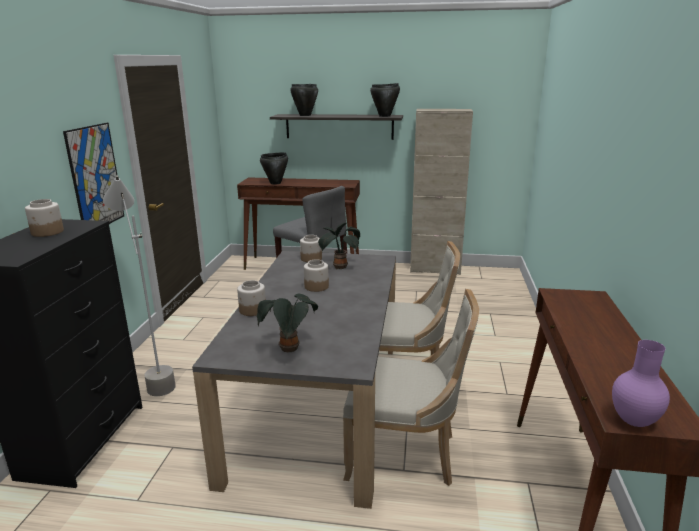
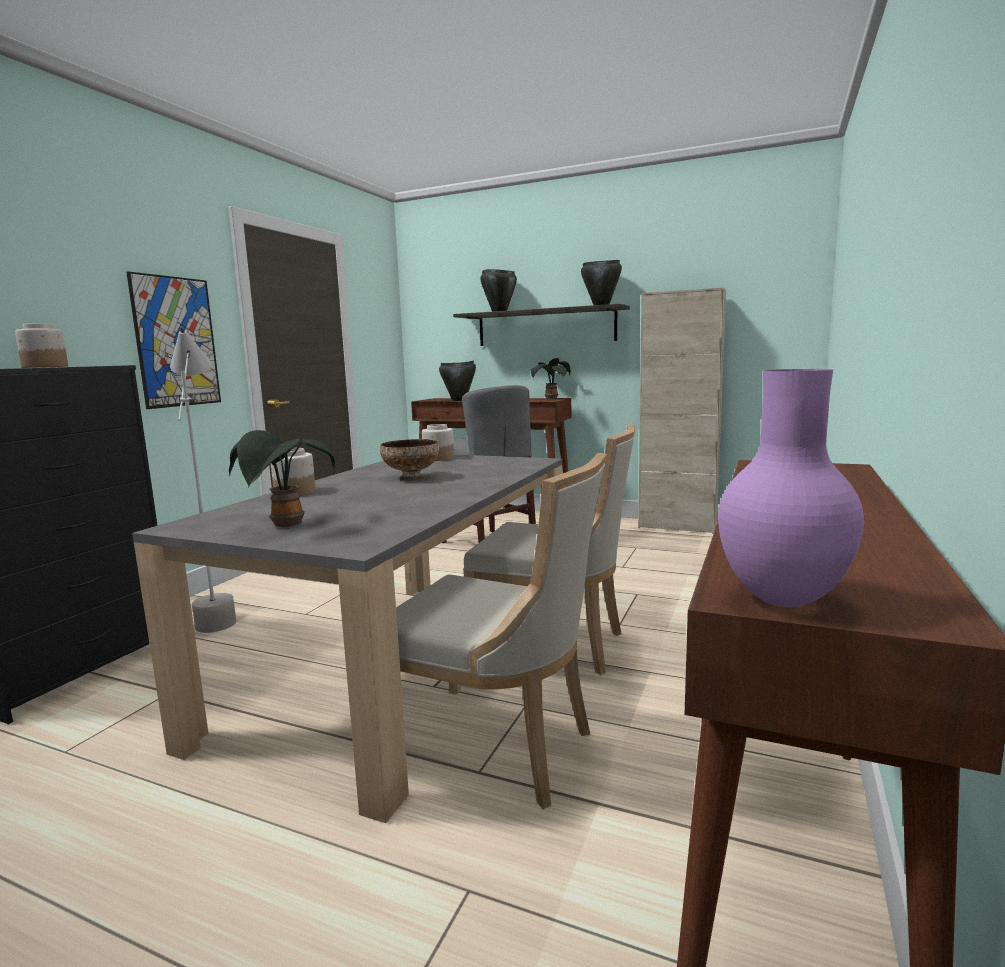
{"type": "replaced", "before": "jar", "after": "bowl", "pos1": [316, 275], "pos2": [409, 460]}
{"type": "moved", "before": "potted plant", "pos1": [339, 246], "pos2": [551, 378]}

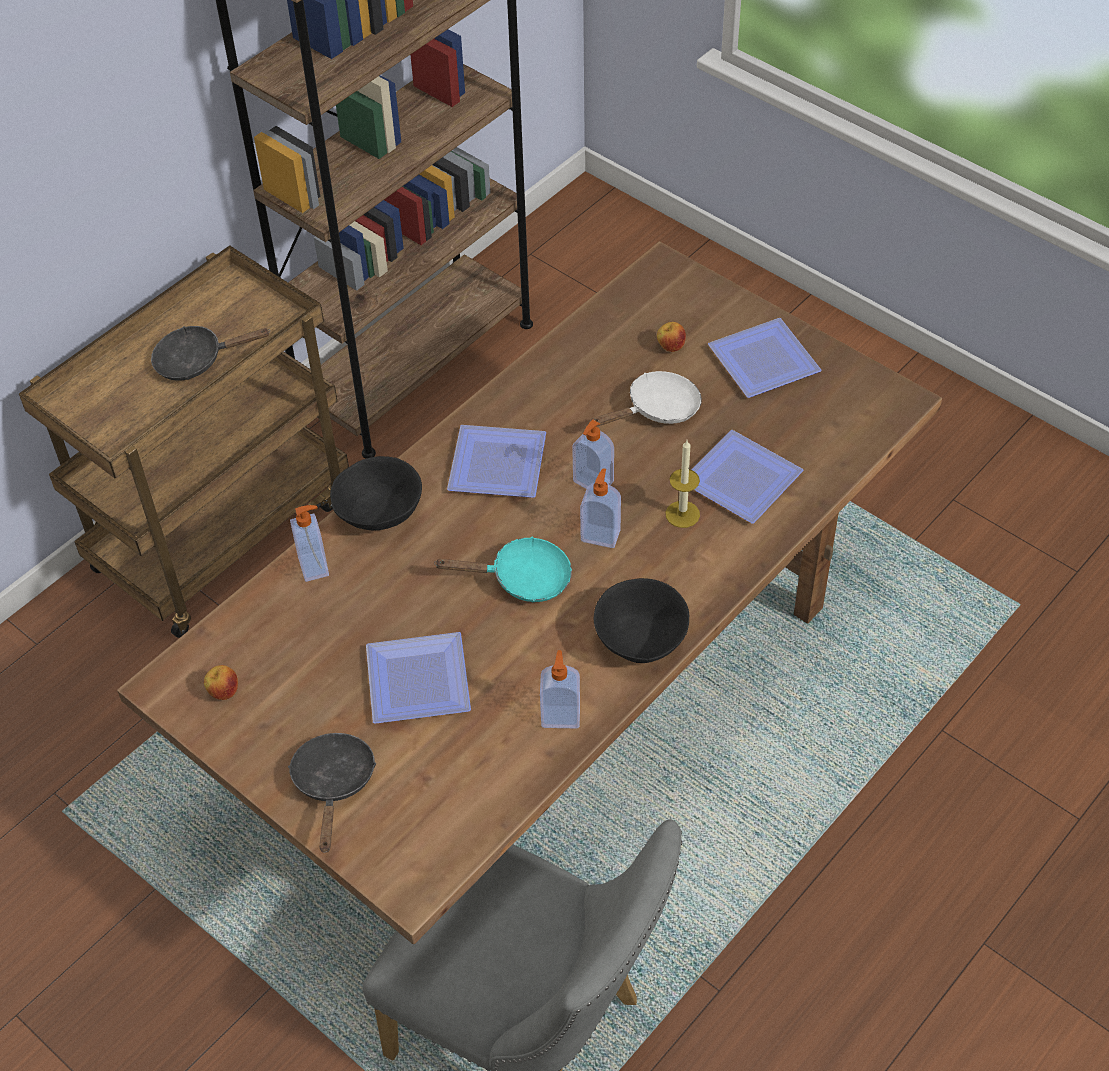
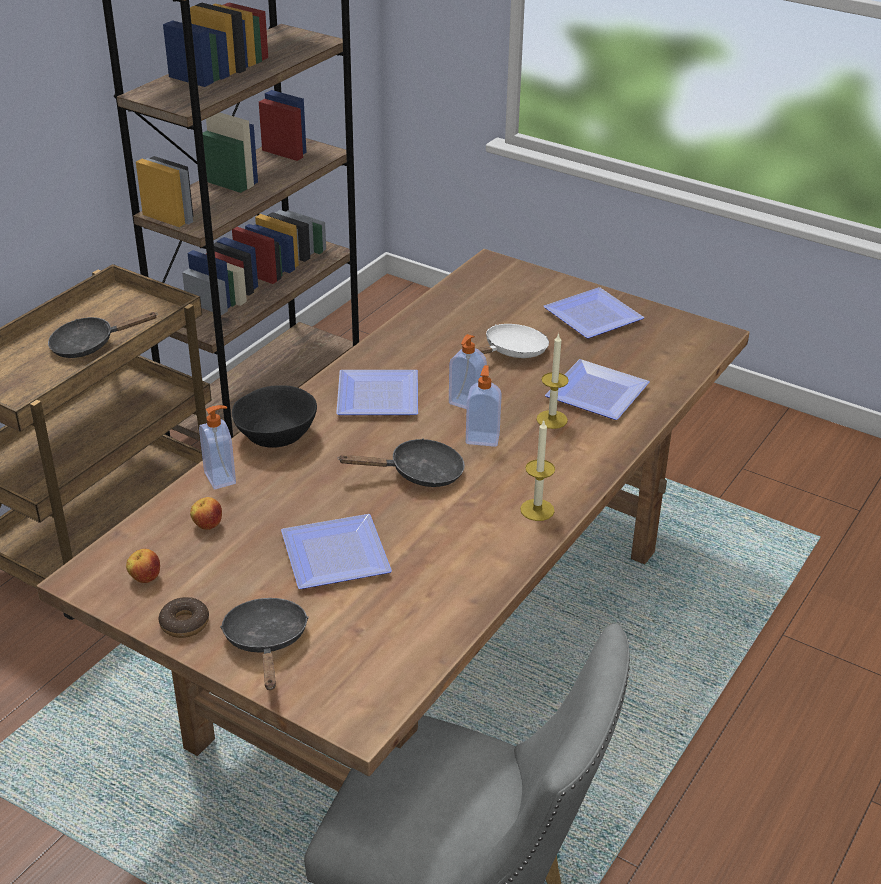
{"type": "added", "after": "donut", "pos2": [184, 617]}
{"type": "moved", "before": "apple", "pos1": [671, 337], "pos2": [206, 513]}
{"type": "recoloured", "before": "turquoise frying pan", "after": "black frying pan", "pos1": [503, 569], "pos2": [402, 462]}
{"type": "replaced", "before": "black bowl", "after": "candle", "pos1": [641, 620], "pos2": [537, 470]}
{"type": "removed", "before": "soap dispenser", "pos1": [560, 689]}

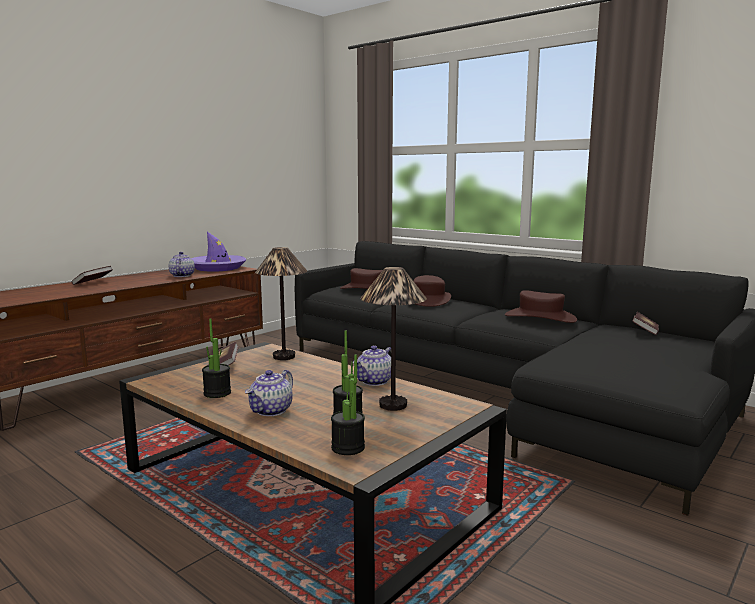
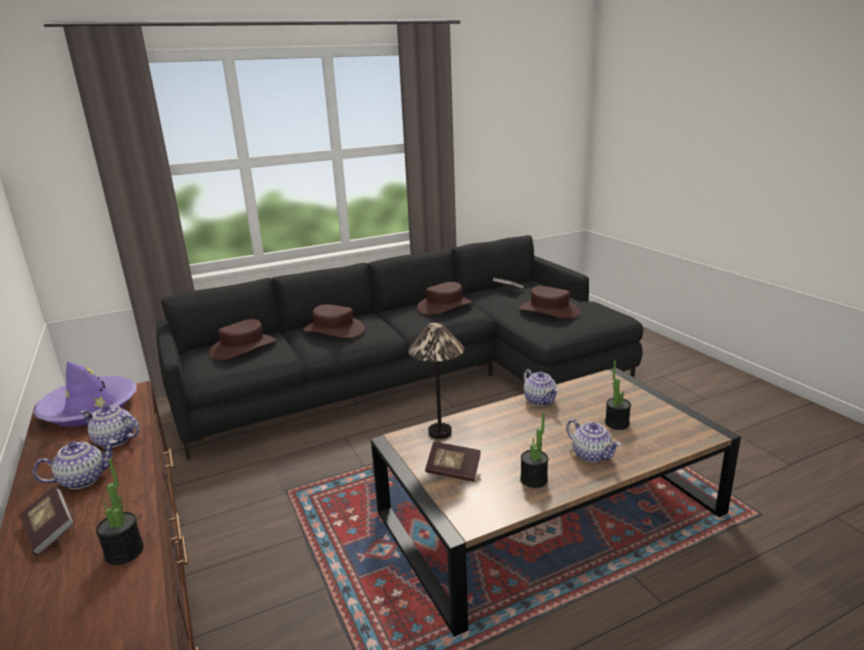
{"type": "added", "after": "teapot", "pos2": [75, 464]}
{"type": "moved", "before": "potted plant", "pos1": [348, 404], "pos2": [120, 512]}
{"type": "added", "after": "brown hat", "pos2": [549, 302]}
{"type": "removed", "before": "table lamp", "pos1": [394, 339]}

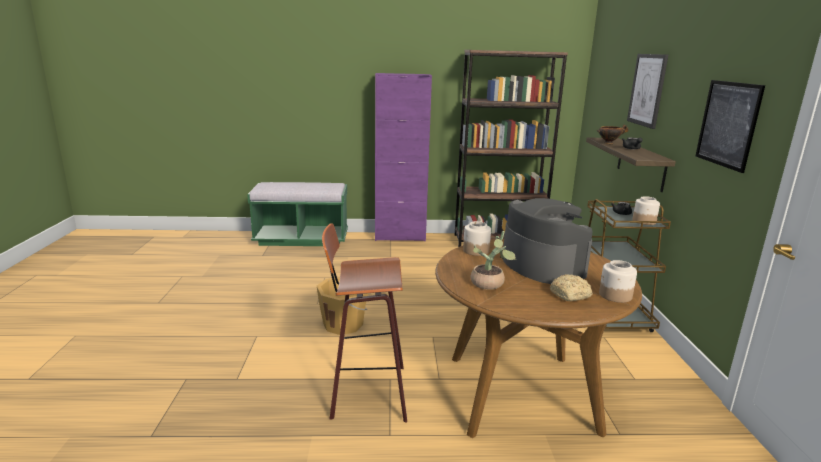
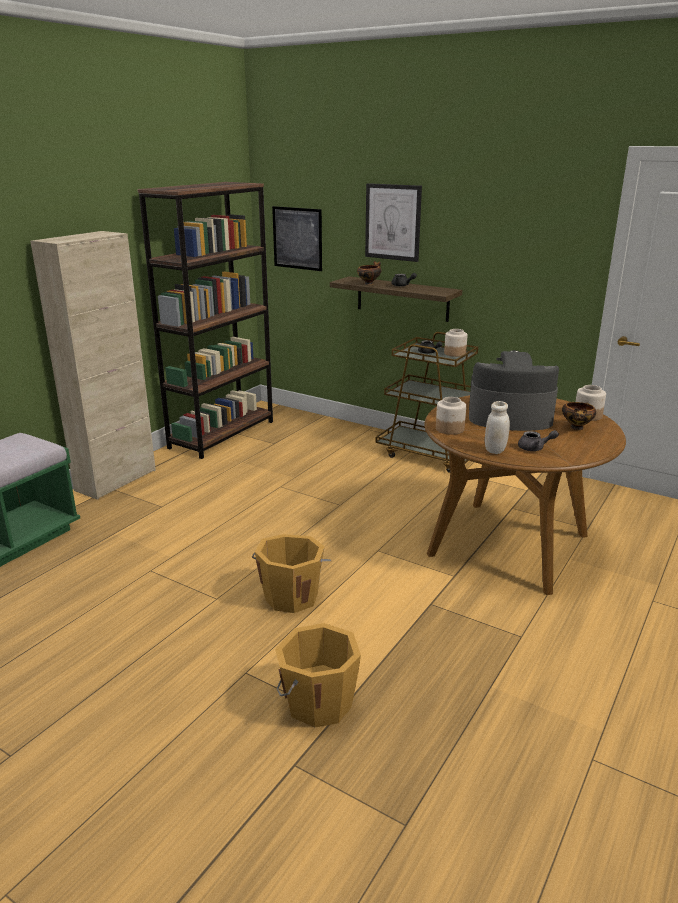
{"type": "recoloured", "before": "purple cabinet", "after": "beige cabinet", "pos1": [403, 157], "pos2": [93, 365]}
{"type": "moved", "before": "picture", "pos1": [730, 126], "pos2": [297, 238]}
{"type": "added", "after": "orange bucket", "pos2": [318, 675]}
{"type": "added", "after": "white jar", "pos2": [497, 427]}
{"type": "replaced", "before": "potted plant", "after": "grey teapot", "pos1": [493, 260], "pos2": [538, 440]}
{"type": "replaced", "before": "bread", "after": "bowl", "pos1": [571, 287], "pos2": [579, 416]}
{"type": "removed", "before": "stool", "pos1": [364, 322]}

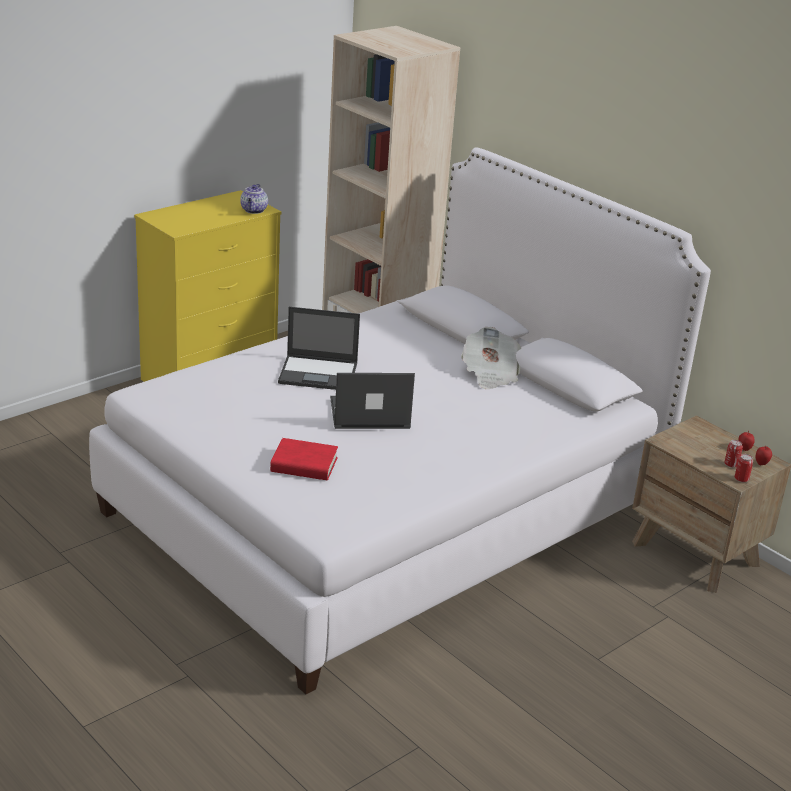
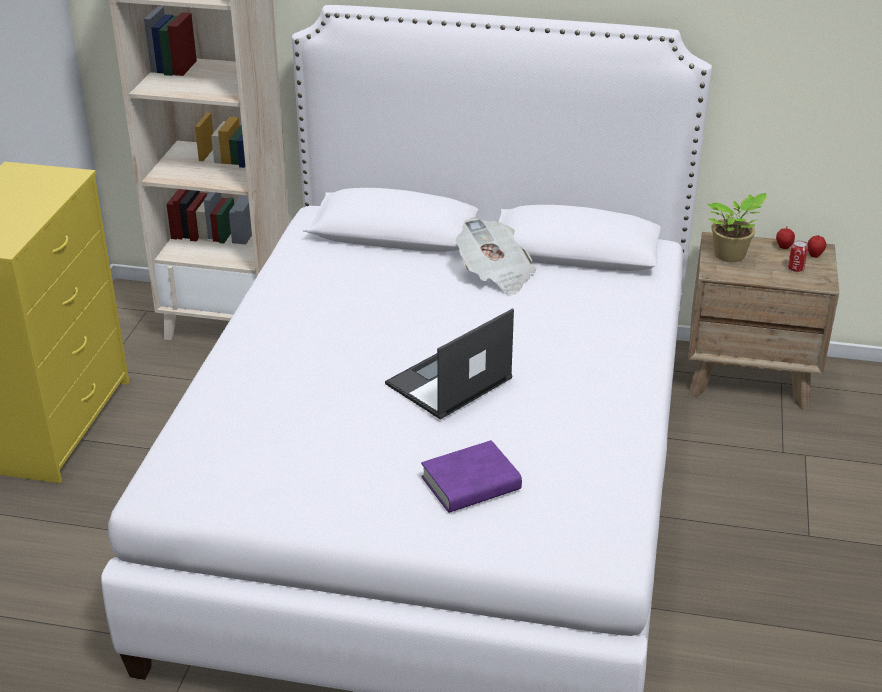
{"type": "recoloured", "before": "red book", "after": "purple book", "pos1": [304, 459], "pos2": [471, 476]}
{"type": "added", "after": "potted plant", "pos2": [737, 227]}
{"type": "removed", "before": "teapot", "pos1": [254, 199]}
{"type": "removed", "before": "laptop", "pos1": [319, 348]}
{"type": "removed", "before": "can", "pos1": [744, 468]}

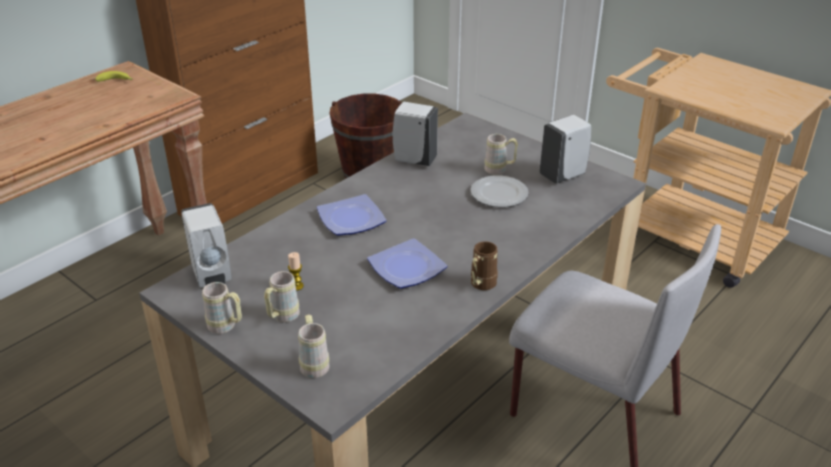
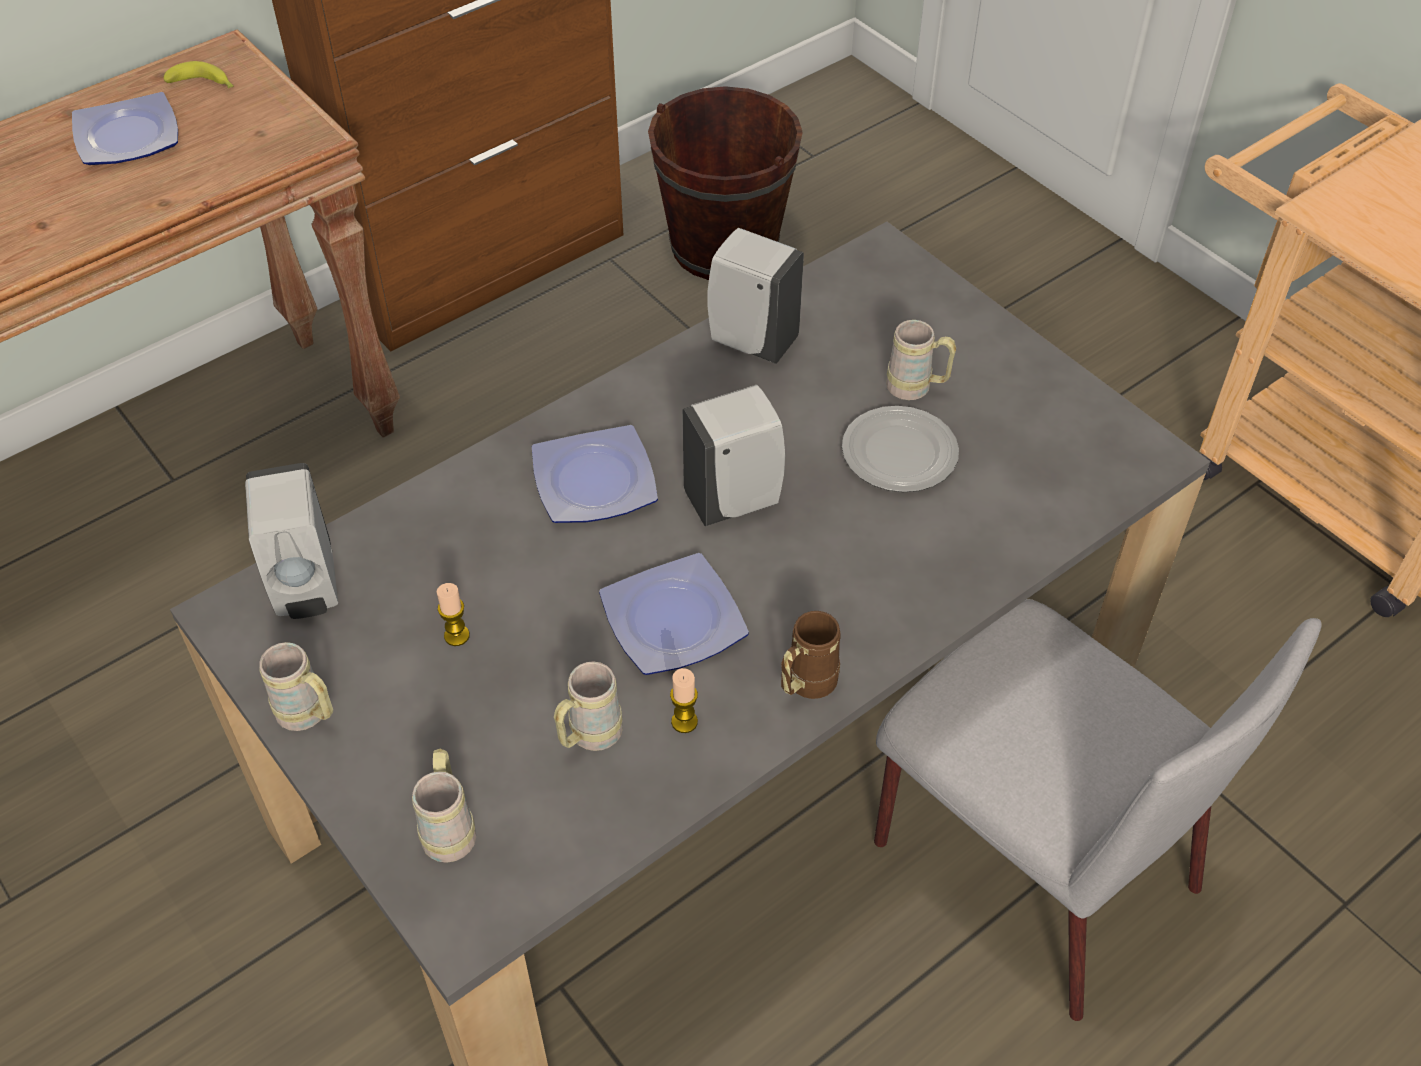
{"type": "added", "after": "plate", "pos2": [125, 128]}
{"type": "moved", "before": "beige mug", "pos1": [282, 296], "pos2": [588, 706]}
{"type": "added", "after": "candle", "pos2": [684, 700]}
{"type": "moved", "before": "white soap dispenser", "pos1": [565, 149], "pos2": [733, 455]}

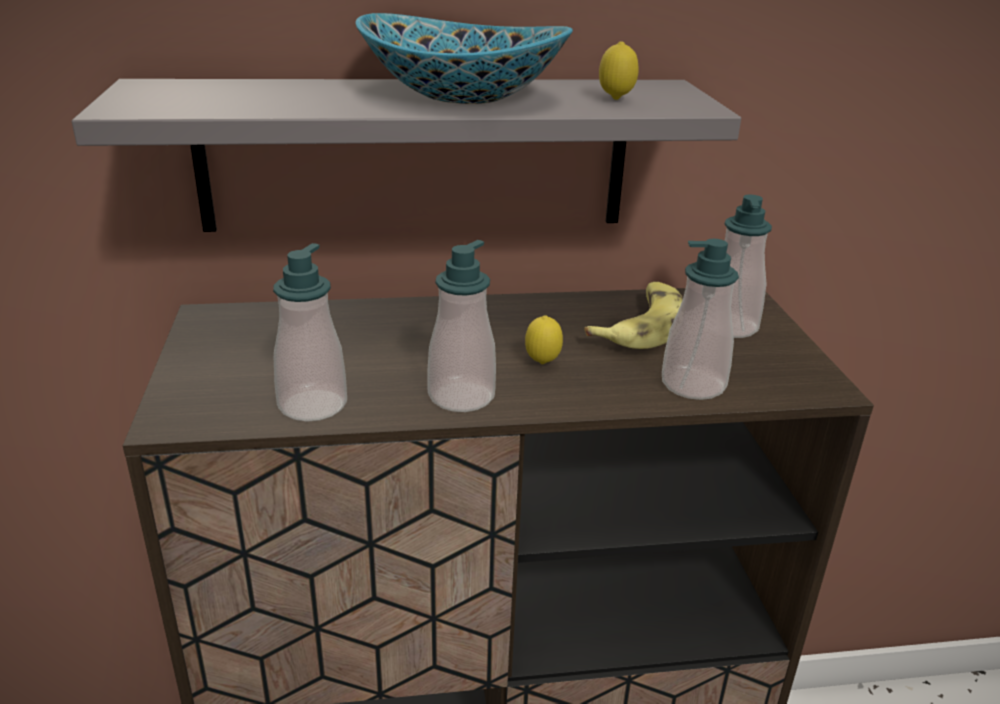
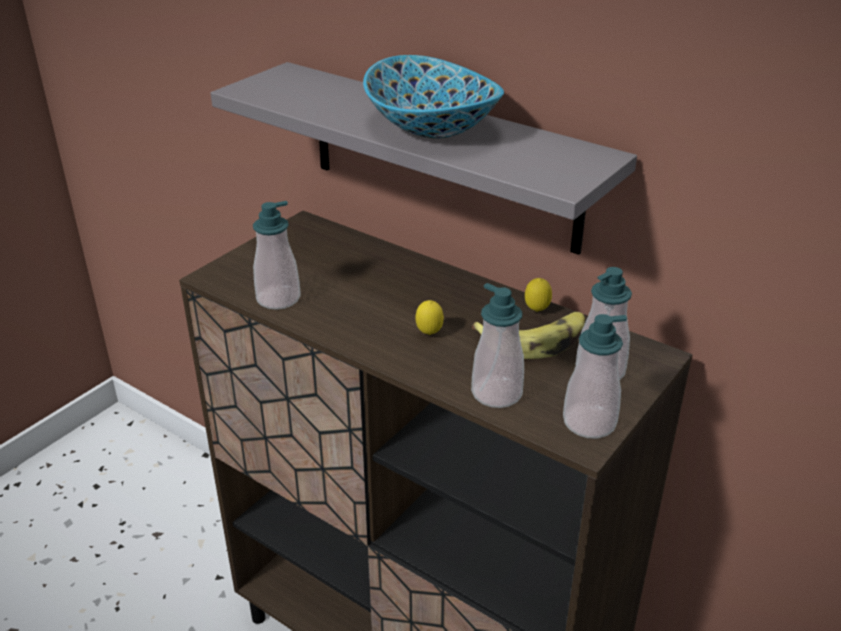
{"type": "moved", "before": "lemon", "pos1": [619, 70], "pos2": [538, 295]}
{"type": "moved", "before": "soap dispenser", "pos1": [461, 326], "pos2": [595, 376]}

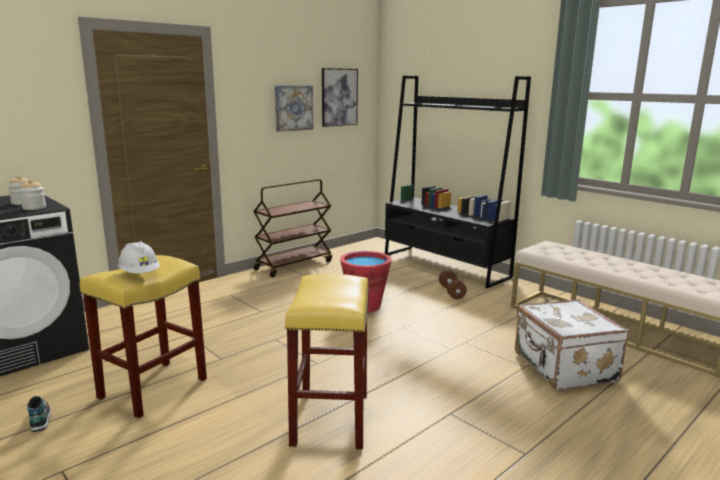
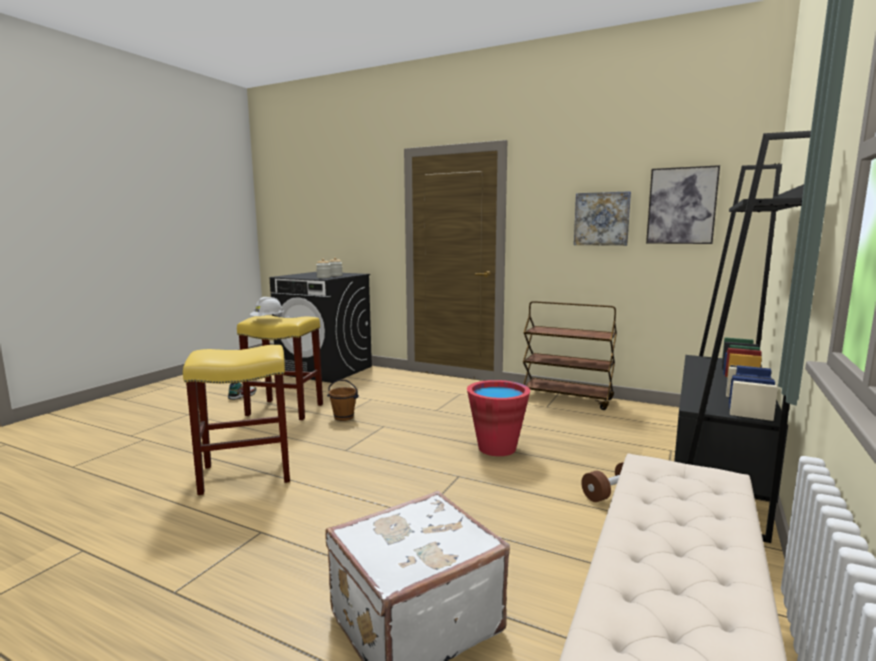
{"type": "added", "after": "brown bucket", "pos2": [343, 400]}

